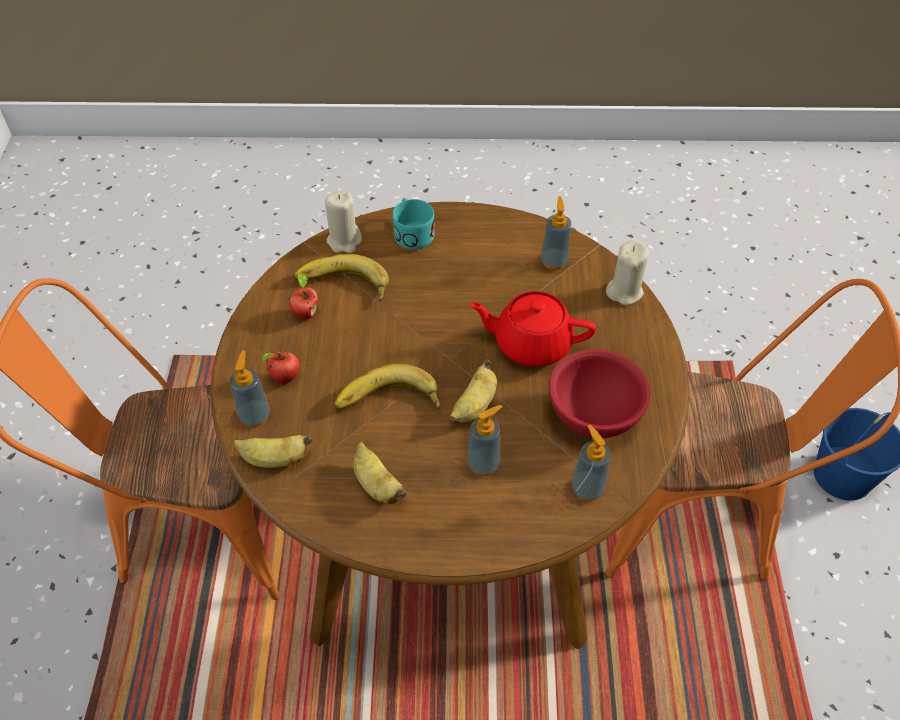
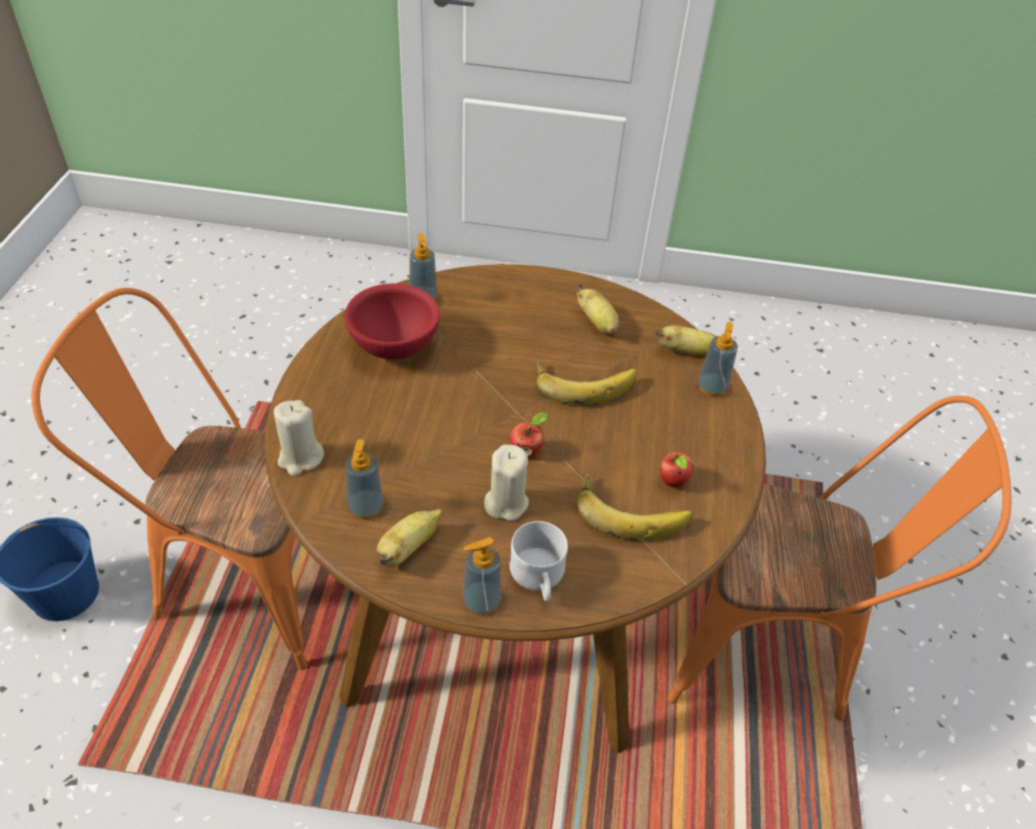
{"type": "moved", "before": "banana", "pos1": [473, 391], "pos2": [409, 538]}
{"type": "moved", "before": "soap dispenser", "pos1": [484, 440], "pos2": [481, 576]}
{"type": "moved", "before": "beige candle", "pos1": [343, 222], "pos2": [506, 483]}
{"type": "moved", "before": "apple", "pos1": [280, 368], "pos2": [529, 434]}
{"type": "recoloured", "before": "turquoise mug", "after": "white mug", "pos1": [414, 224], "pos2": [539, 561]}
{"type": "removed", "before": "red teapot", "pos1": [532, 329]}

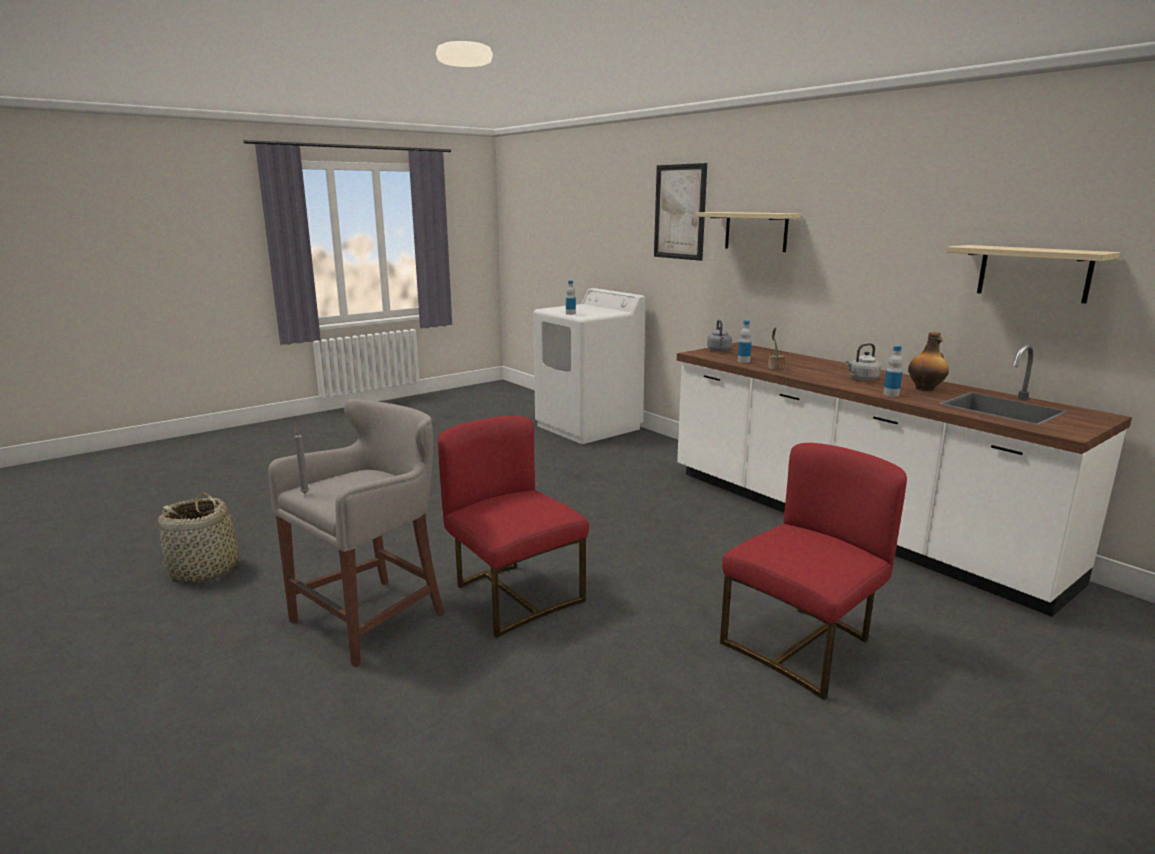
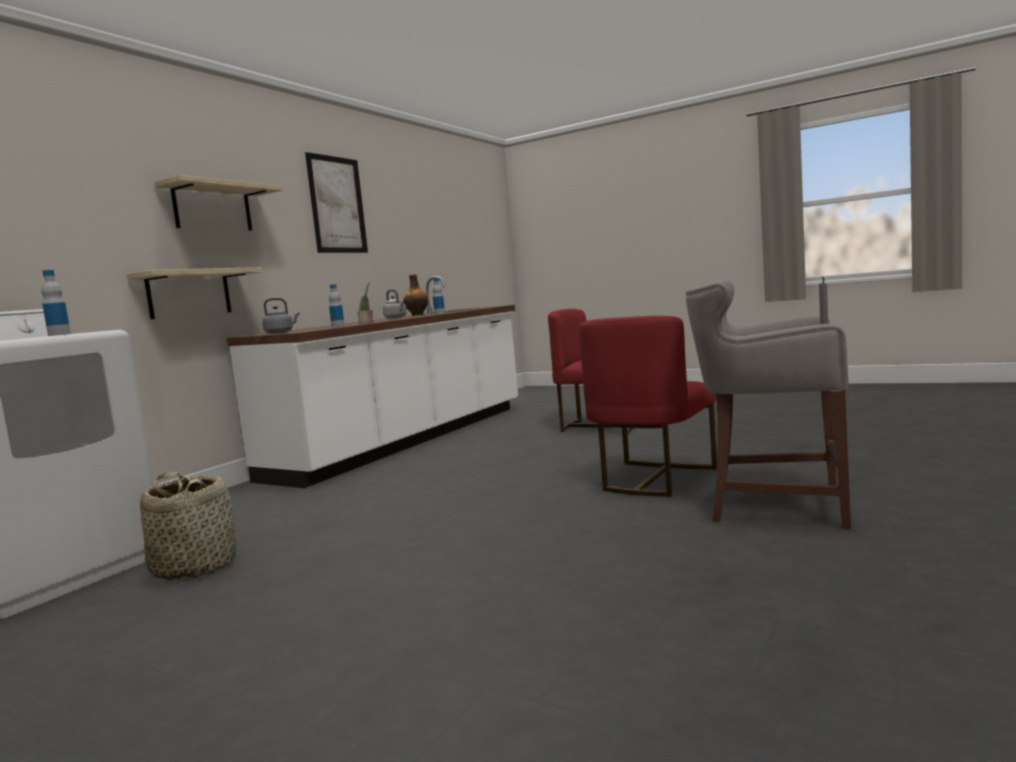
{"type": "moved", "before": "shelf", "pos1": [1033, 274], "pos2": [195, 293]}
{"type": "moved", "before": "basket", "pos1": [203, 538], "pos2": [188, 526]}
{"type": "moved", "before": "picture", "pos1": [680, 212], "pos2": [336, 202]}

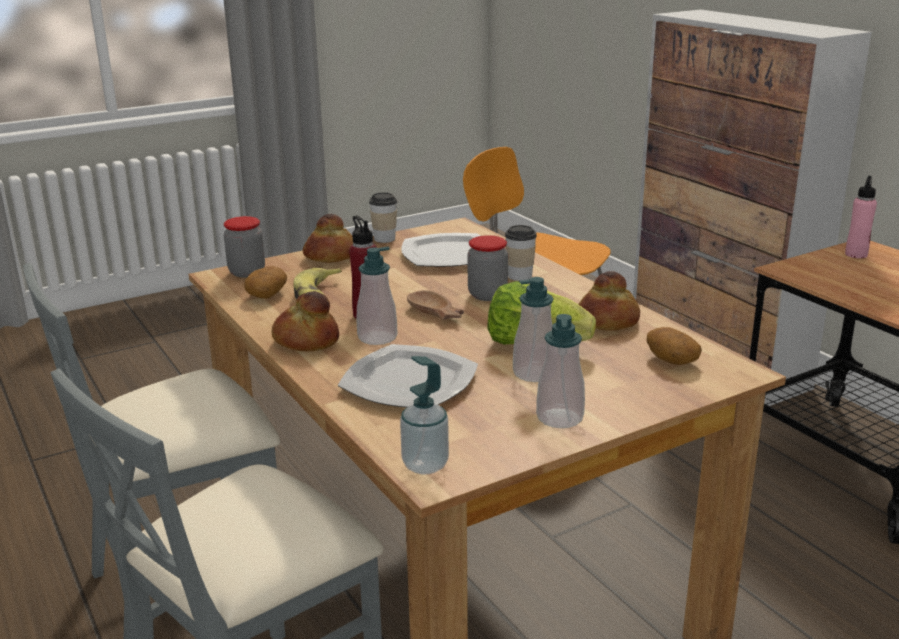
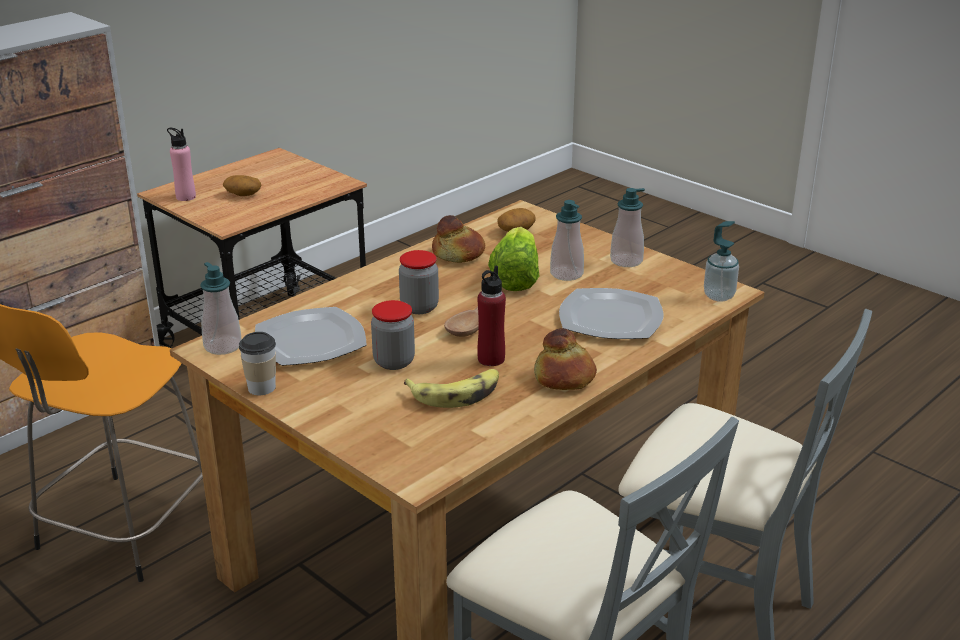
{"type": "moved", "before": "soap dispenser", "pos1": [377, 295], "pos2": [221, 308]}
{"type": "moved", "before": "potato", "pos1": [265, 282], "pos2": [242, 185]}
{"type": "moved", "before": "jar", "pos1": [244, 247], "pos2": [393, 335]}
{"type": "removed", "before": "bread", "pos1": [327, 238]}
{"type": "removed", "before": "cup", "pos1": [521, 253]}

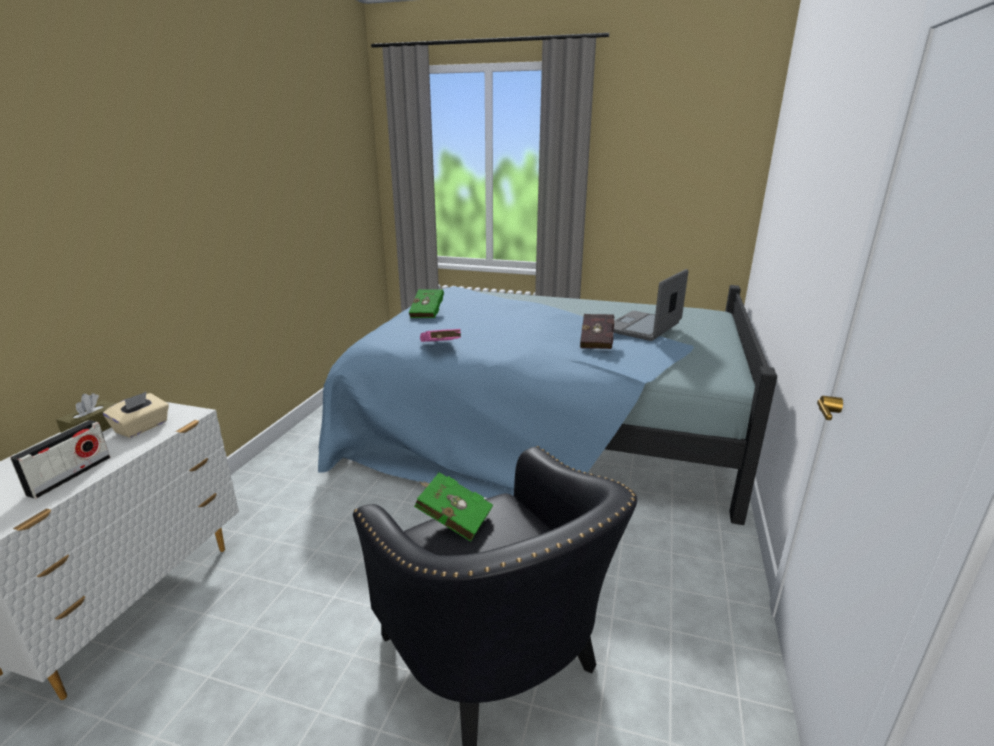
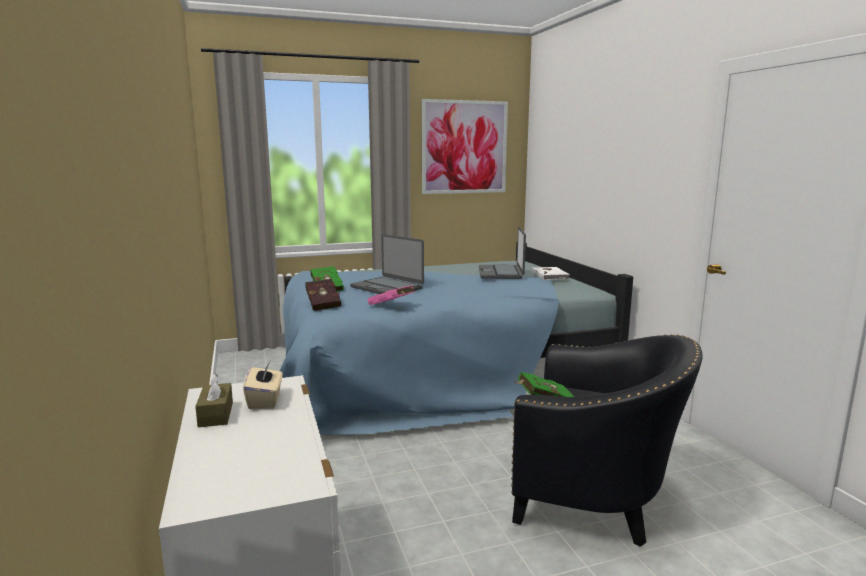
{"type": "moved", "before": "red book", "pos1": [597, 331], "pos2": [323, 295]}
{"type": "added", "after": "laptop", "pos2": [387, 264]}
{"type": "added", "after": "picture", "pos2": [465, 146]}
{"type": "added", "after": "white book", "pos2": [550, 273]}
{"type": "removed", "before": "radio", "pos1": [60, 459]}

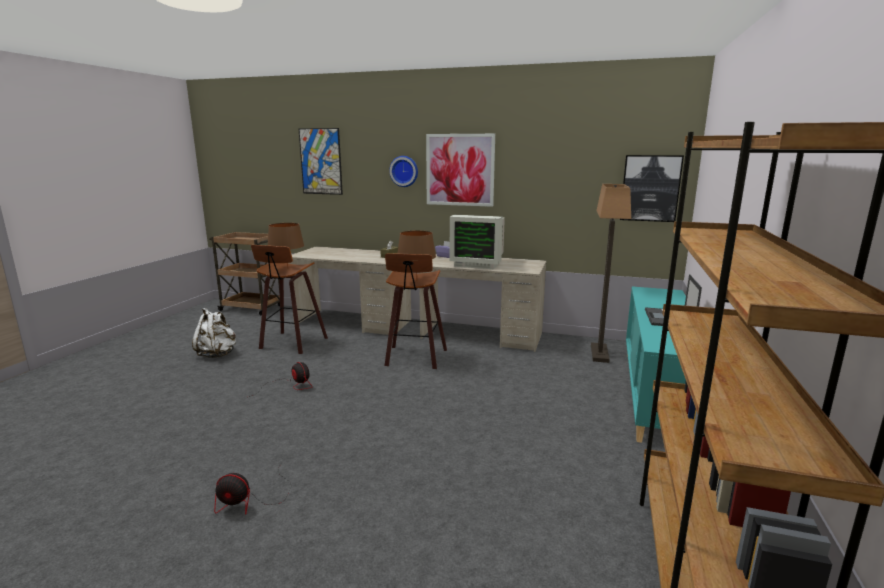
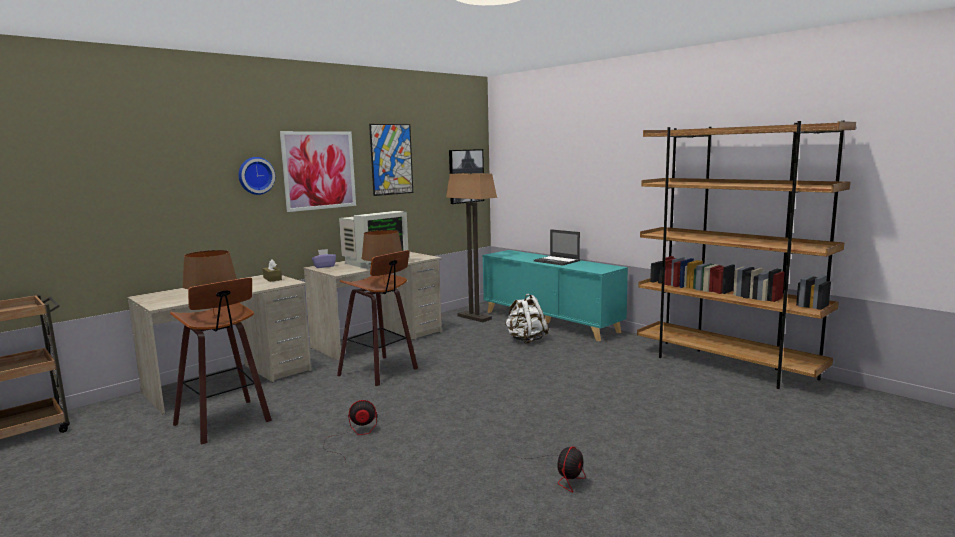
{"type": "moved", "before": "picture", "pos1": [321, 161], "pos2": [391, 160]}
{"type": "moved", "before": "white backpack", "pos1": [214, 333], "pos2": [527, 319]}

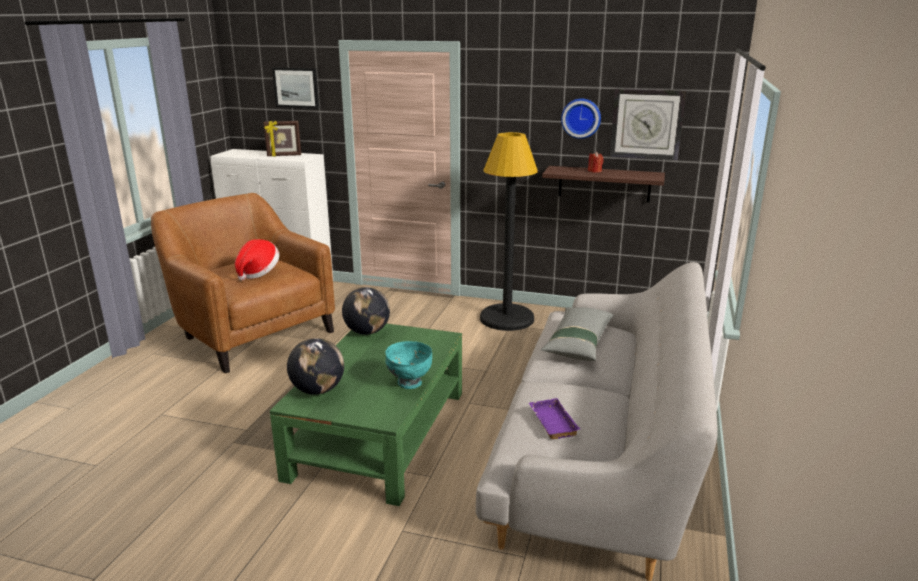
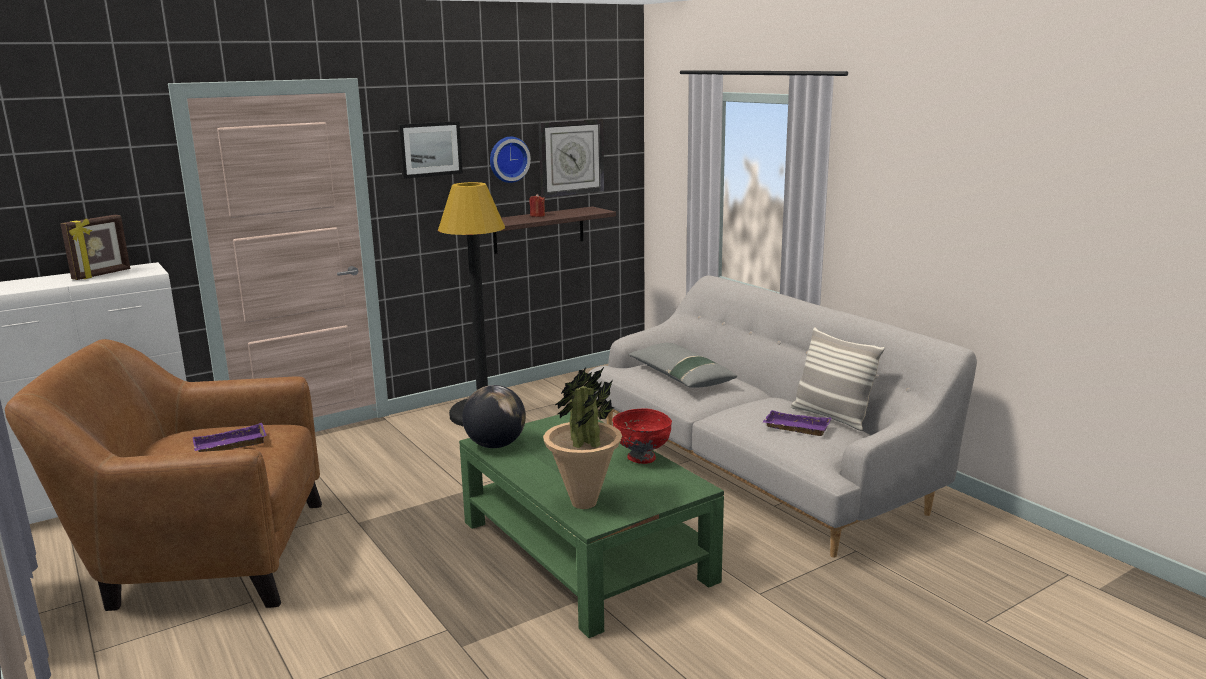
{"type": "replaced", "before": "hat", "after": "purple tray", "pos1": [257, 260], "pos2": [229, 437]}
{"type": "moved", "before": "picture", "pos1": [295, 88], "pos2": [430, 150]}
{"type": "replaced", "before": "globe", "after": "potted plant", "pos1": [315, 366], "pos2": [582, 437]}
{"type": "recoloured", "before": "turquoise bowl", "after": "red bowl", "pos1": [408, 365], "pos2": [642, 436]}
{"type": "added", "after": "pillow", "pos2": [838, 379]}

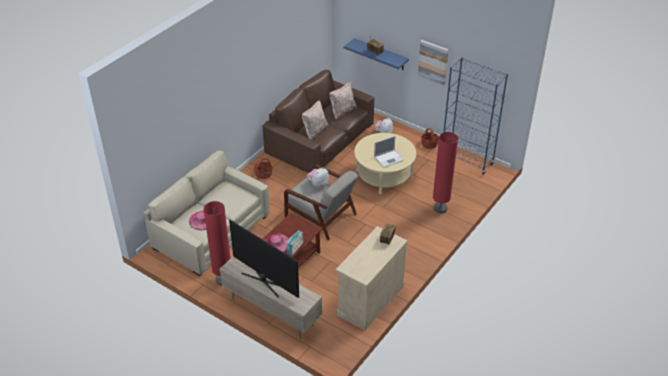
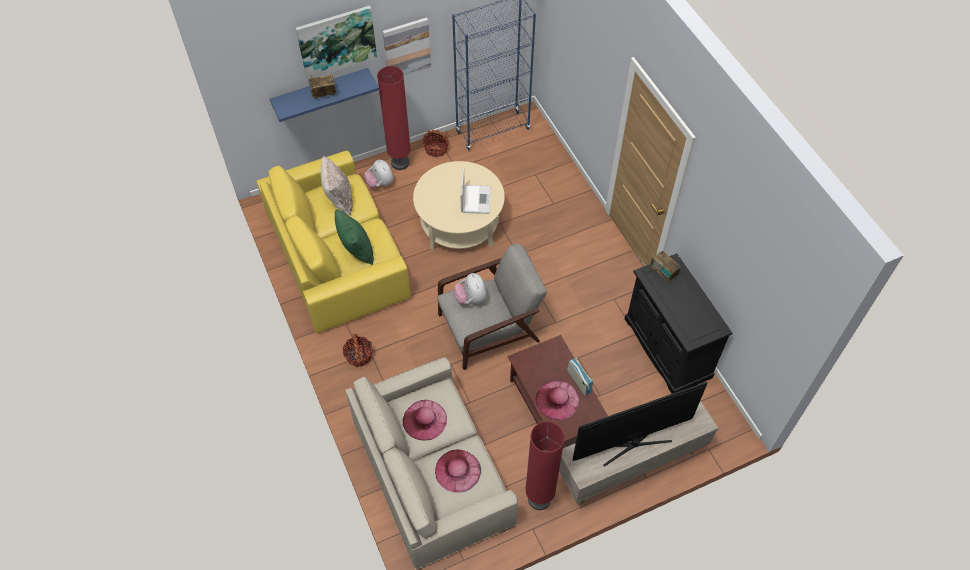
{"type": "recoloured", "before": "brown sofa", "after": "yellow sofa", "pos1": [318, 121], "pos2": [333, 241]}
{"type": "added", "after": "picture", "pos2": [336, 43]}
{"type": "recoloured", "before": "beige pillow", "after": "green pillow", "pos1": [315, 120], "pos2": [354, 237]}
{"type": "moved", "before": "red floor lamp", "pos1": [445, 172], "pos2": [394, 118]}
{"type": "added", "after": "pink hat", "pos2": [425, 420]}
{"type": "recoloured", "before": "beige cabinet", "after": "black cabinet", "pos1": [371, 278], "pos2": [678, 324]}

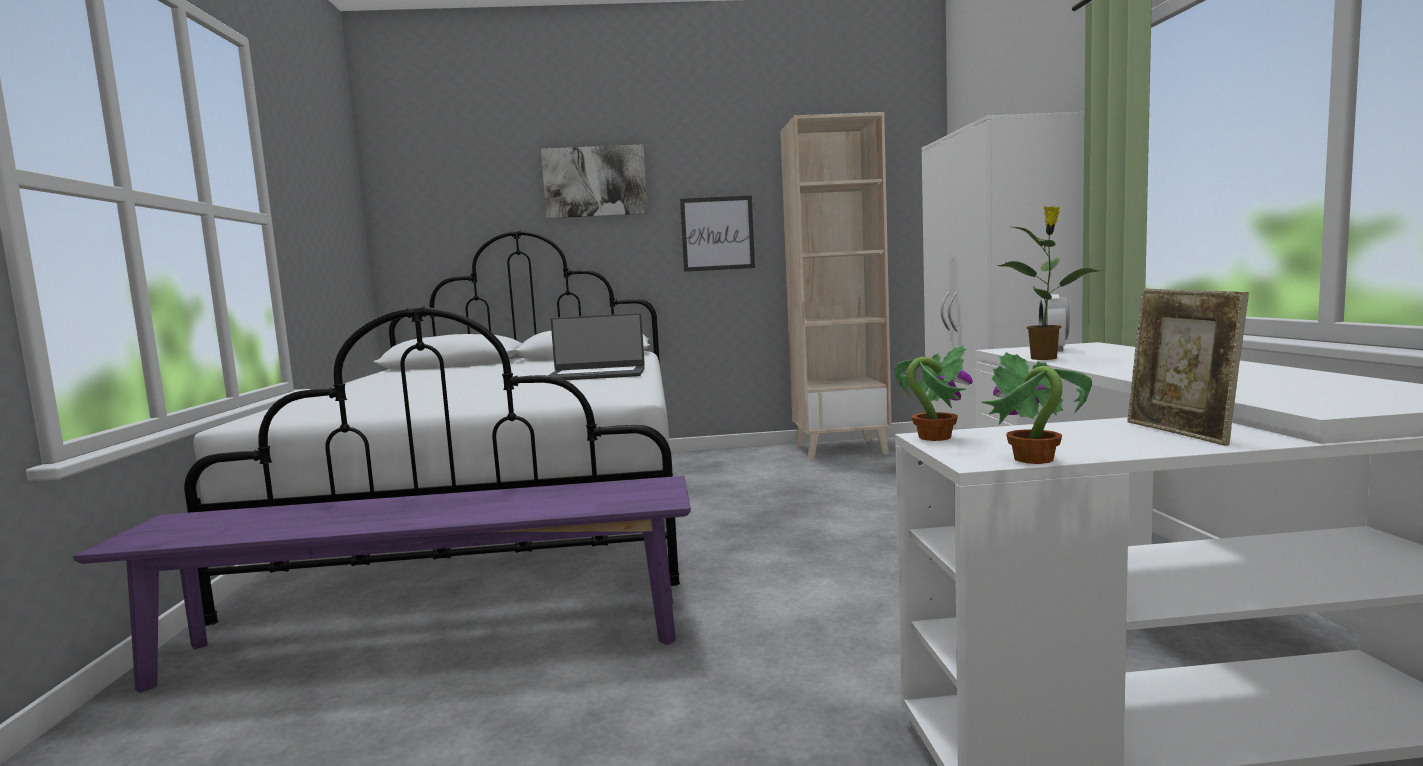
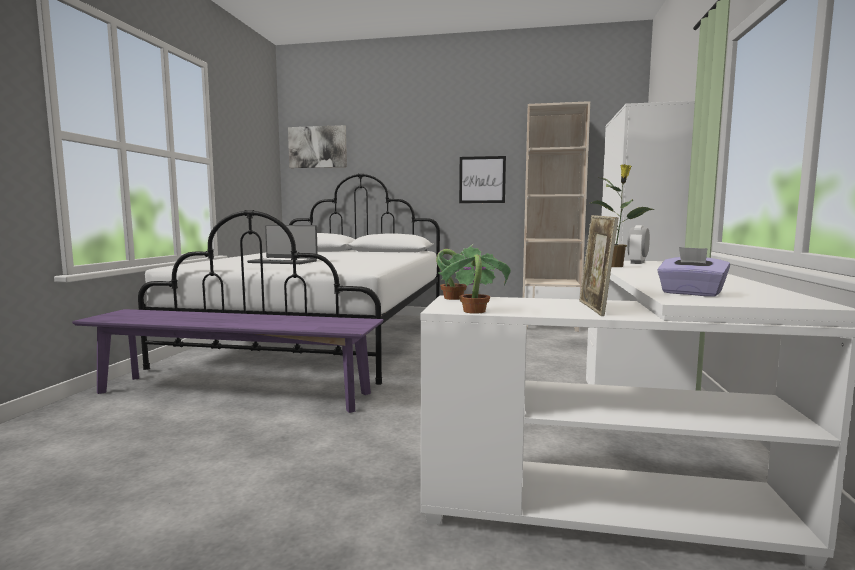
{"type": "moved", "before": "laptop", "pos1": [596, 346], "pos2": [282, 244]}
{"type": "moved", "before": "picture", "pos1": [594, 181], "pos2": [317, 146]}
{"type": "added", "after": "purple tissue box", "pos2": [693, 272]}

